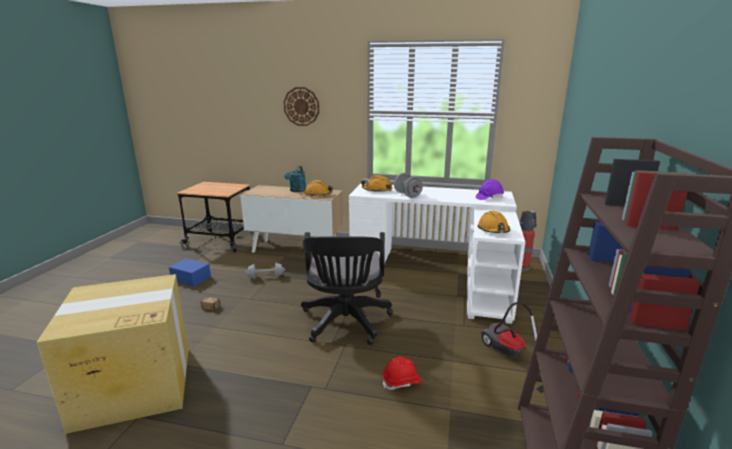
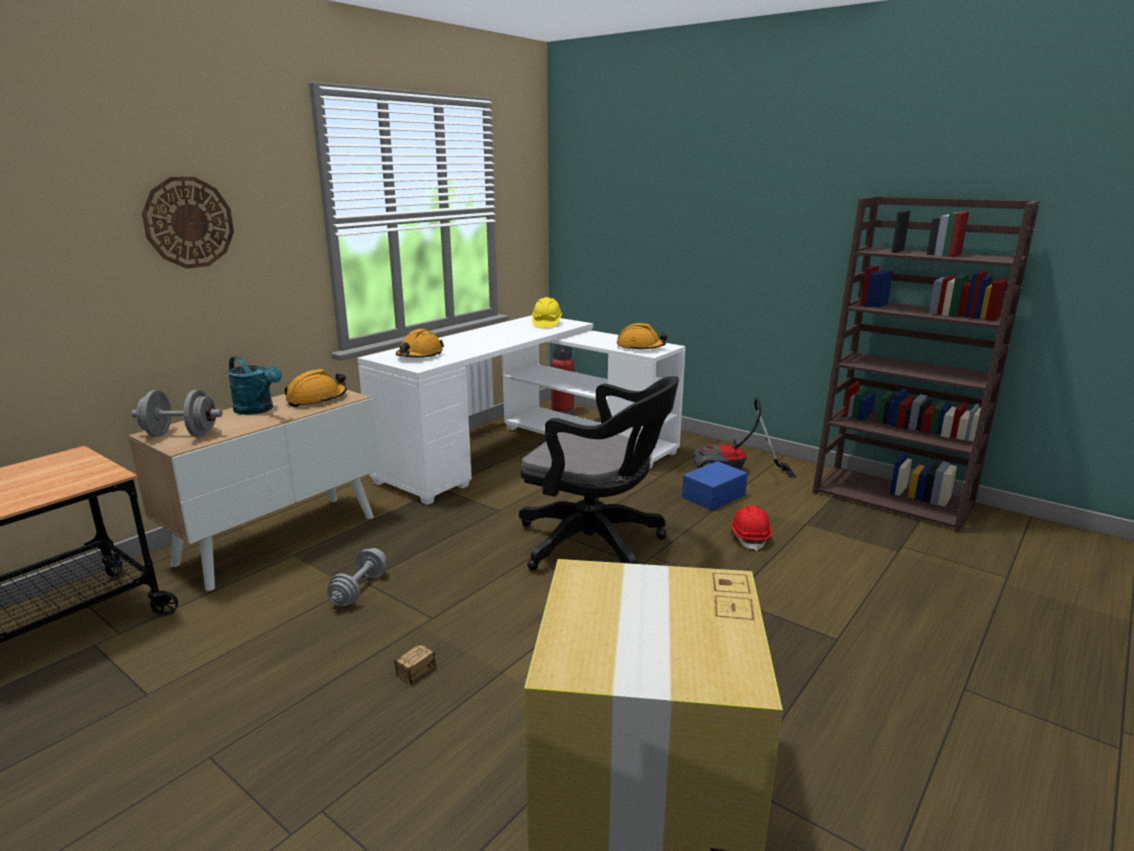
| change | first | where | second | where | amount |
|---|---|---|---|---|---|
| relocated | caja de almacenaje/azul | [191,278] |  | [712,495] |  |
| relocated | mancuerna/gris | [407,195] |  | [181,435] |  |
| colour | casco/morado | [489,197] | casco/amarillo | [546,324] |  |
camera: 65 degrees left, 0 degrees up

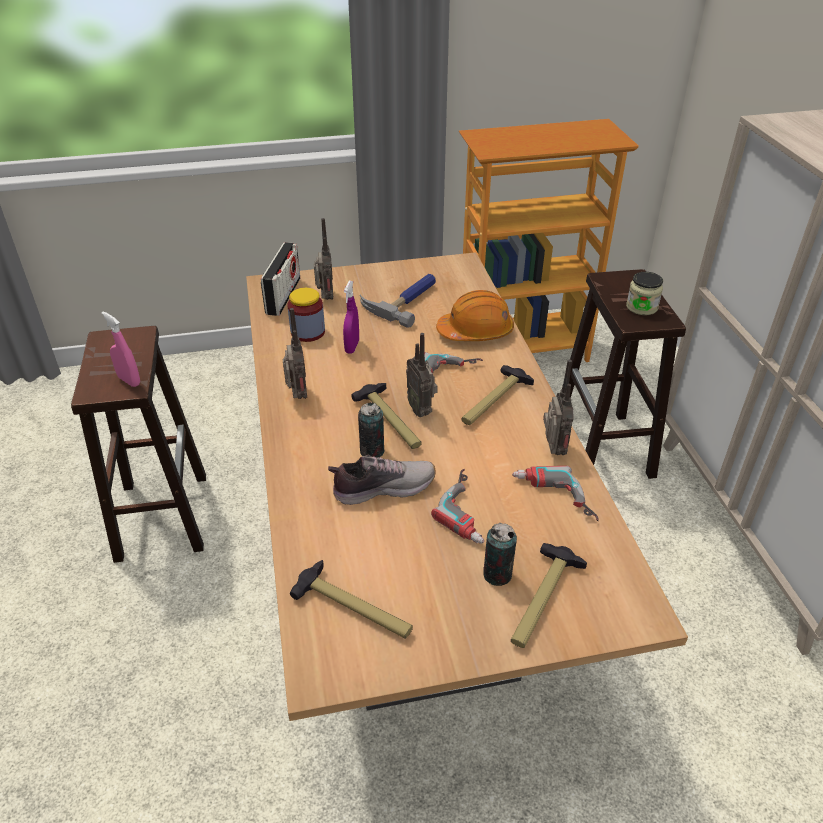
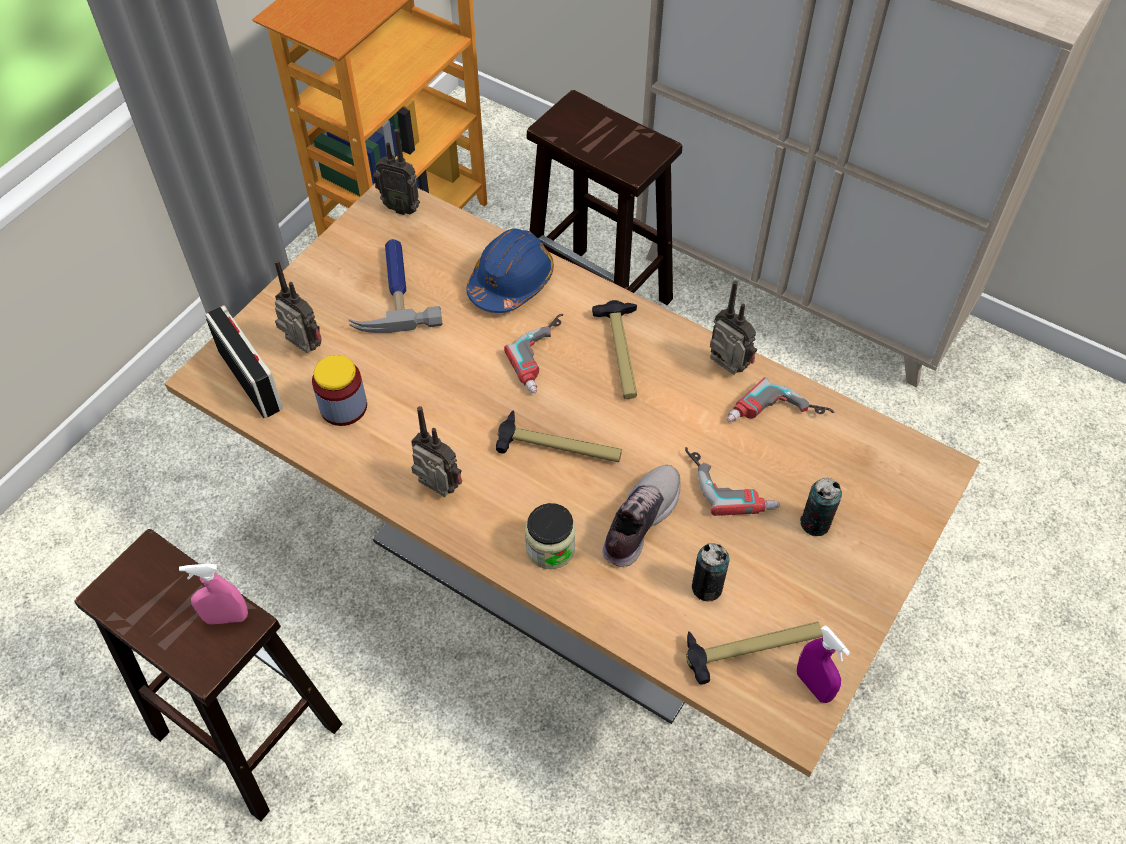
| change | first | where | second | where | amount |
|---|---|---|---|---|---|
| missing | martillo | [542,600] |  |  |  |
| relocated | pulverizador/morado | [352,347] |  | [813,685] |  |
| relocated | lata | [372,451] |  | [707,587] |  |
| relocated | radio | [421,410] |  | [401,207] |  |
| relocated | tarro | [641,307] |  | [550,548] |  |
| colour | casco/naranja | [476,331] | casco/azul | [511,282] |  |
camera: 45 degrees left, 15 degrees up

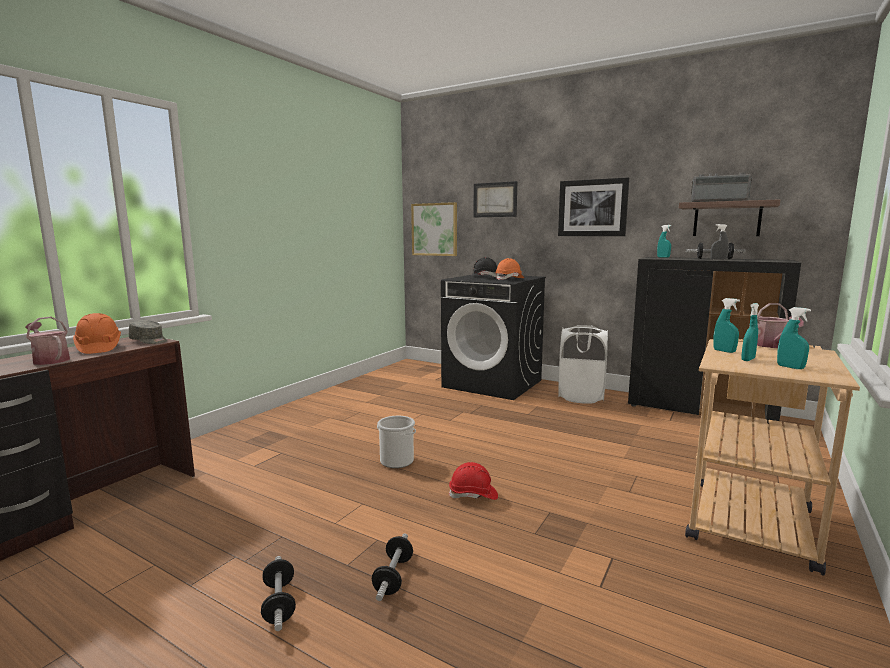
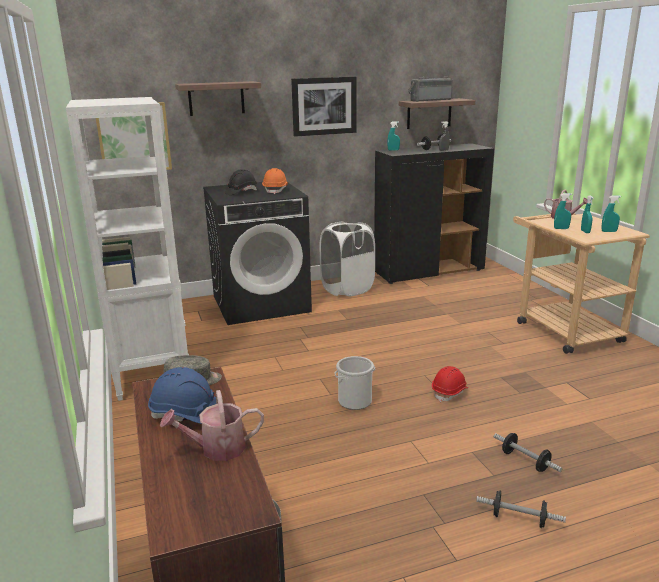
| change | first | where | second | where | amount |
|---|---|---|---|---|---|
| appeared |  |  | estantería/blanco | [151,372] |  |
| exchanged | cuadro | [495,200] | estante | [216,98] |  |
| colour | casco/naranja | [98,348] | casco/azul | [187,415] |  |
camera: 50 degrees left, 10 degrees up

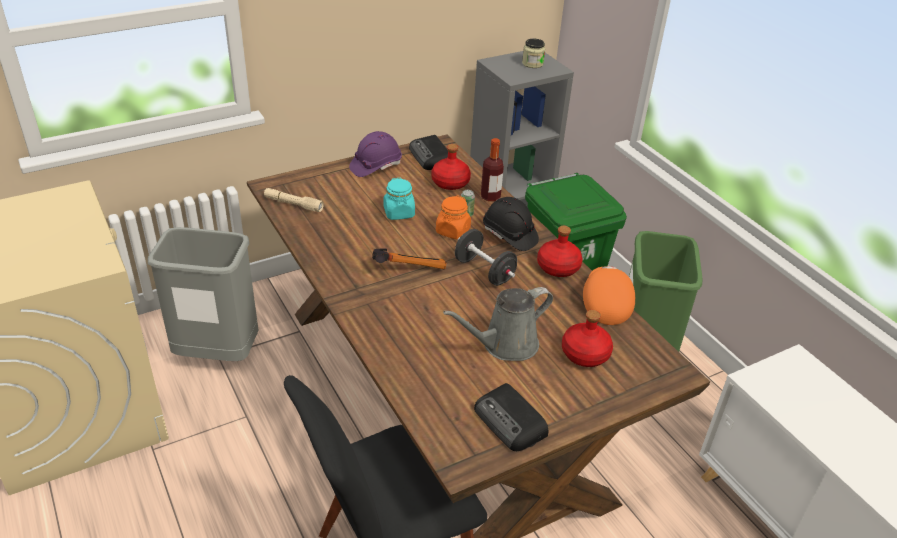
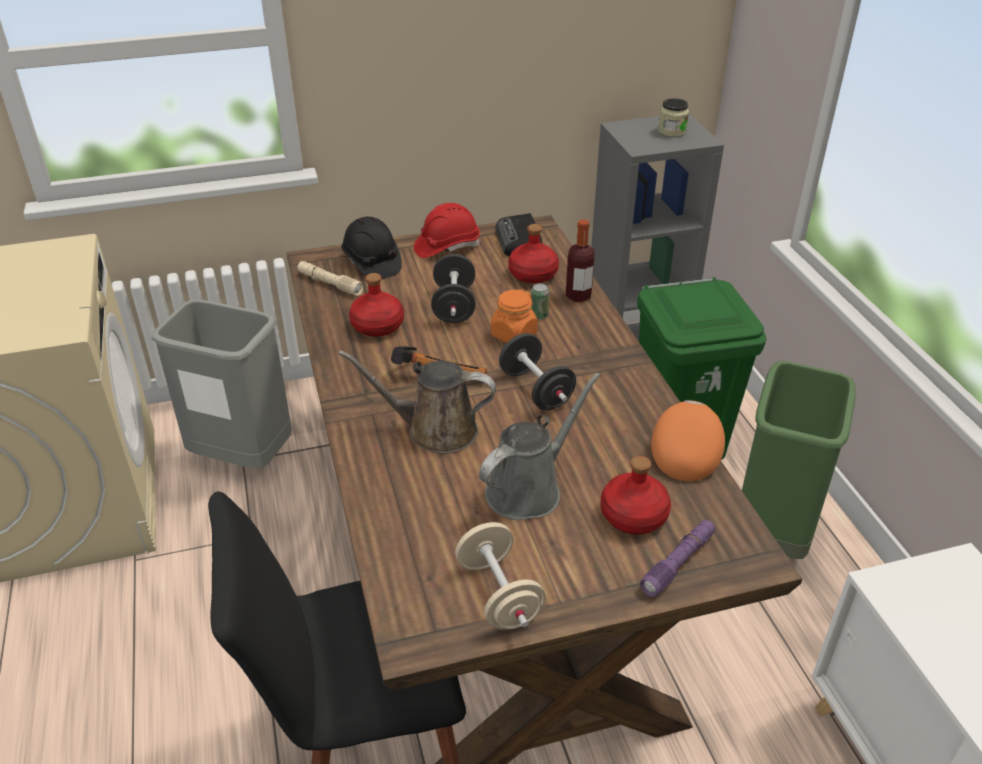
| change | first | where | second | where | amount |
|---|---|---|---|---|---|
| appeared |  |  | regadera/marrón | [435,430] |  |
| appeared |  |  | linterna/morado | [678,563] |  |
| relocated | casco/negro | [509,235] |  | [372,263] |  |
| relocated | botella/rojo | [558,267] |  | [377,325] |  |
| exchanged | tarro/turquesa | [399,213] | mancuerna/negro | [454,306] |  |
| exchanged | radio | [511,422] | mancuerna/beis | [499,594] |  |
| colour | casco/morado | [375,166] | casco/rojo | [446,246] |  |
| spun | regadera/gris | [505,345] |  | [528,489] | 150 degrees clockwise |
camera: 15 degrees right, 0 degrees up

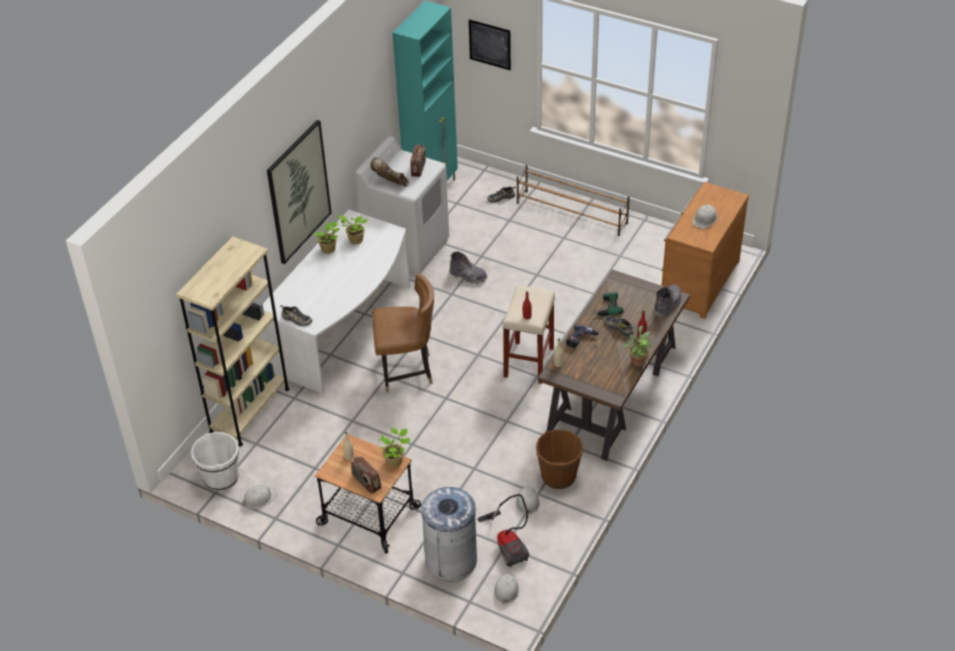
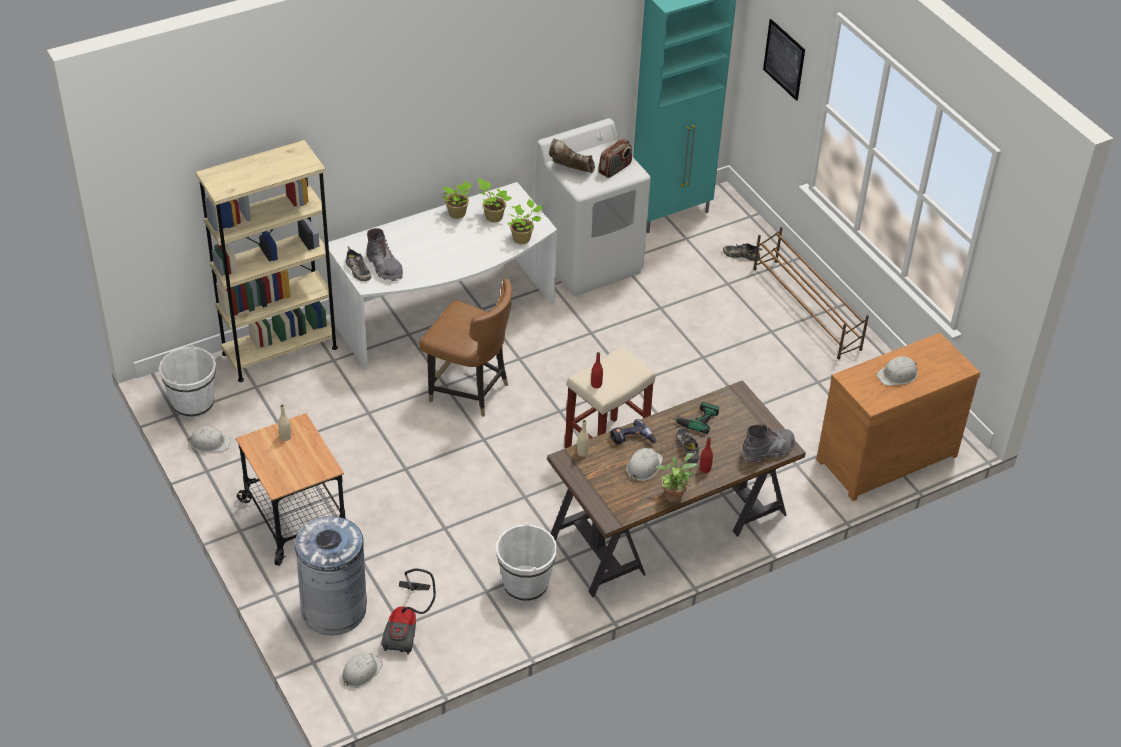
| change | first | where | second | where | amount |
|---|---|---|---|---|---|
| missing | cuadro | [298,192] |  |  |  |
| missing | radio | [366,482] |  |  |  |
| relocated | planta en maceta | [395,461] |  | [523,238] |  |
| relocated | bota/gris | [468,276] |  | [384,267] |  |
| relocated | casco/blanco | [527,501] |  | [644,466] |  |
| colour | cubo/marrón | [558,476] | cubo/blanco | [525,584] |  |
| spun | bota/marrón | [390,183] |  | [570,170] | 45 degrees counterclockwise |
camera: 30 degrees right, 0 degrees up

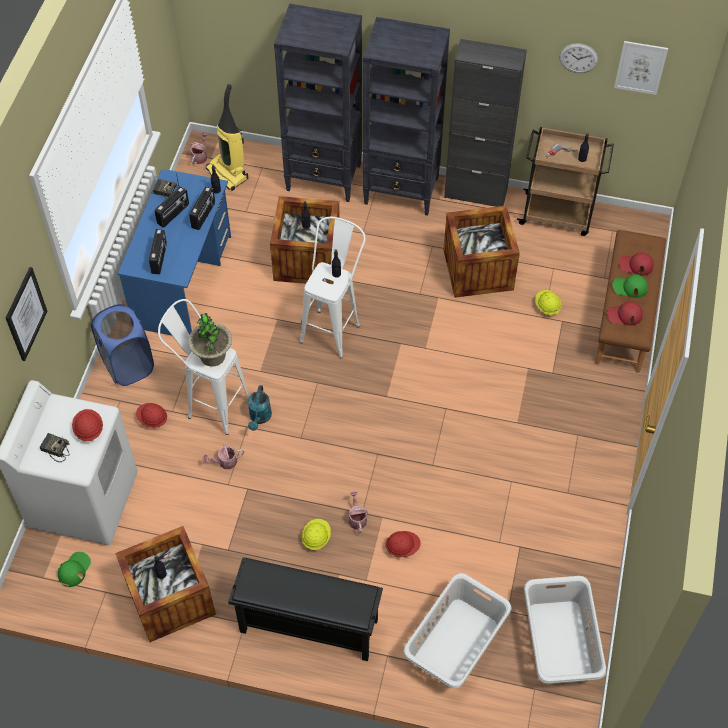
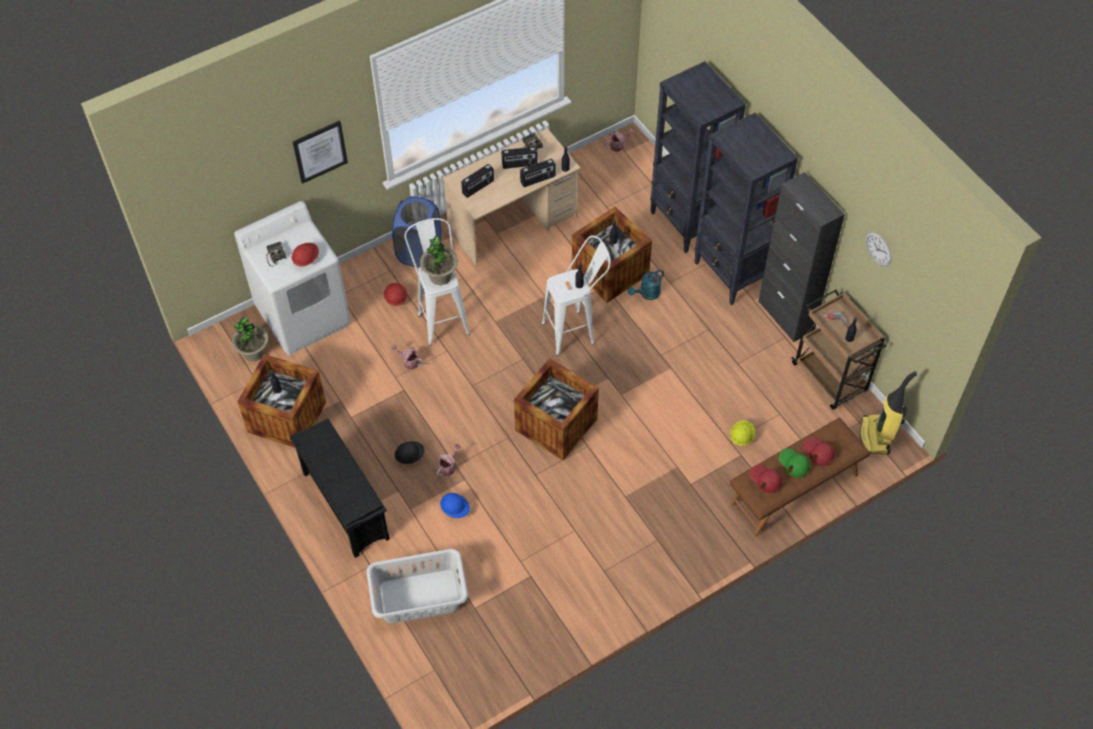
| change | first | where | second | where | amount |
|---|---|---|---|---|---|
| missing | cesto de la ropa/gris | [558,643] |  |  |  |
| missing | cuadro | [640,67] |  |  |  |
| relocated | aspiradora | [228,174] |  | [876,437] |  |
| relocated | regadera/turquesa | [259,418] |  | [647,294] |  |
| relocated | caja de embalaje | [478,270] |  | [556,424] |  |
| exchanged | gorra/verde | [74,569] | planta en maceta | [254,352] |  |
| colour | escritorio/azul | [183,281] | escritorio/beis | [513,223] |  |
| colour | casco/amarillo | [316,538] | casco/negro | [410,456] |  |
| colour | casco/rojo | [402,547] | casco/azul | [455,509] |  |
camera: 45 degrees right, 0 degrees up

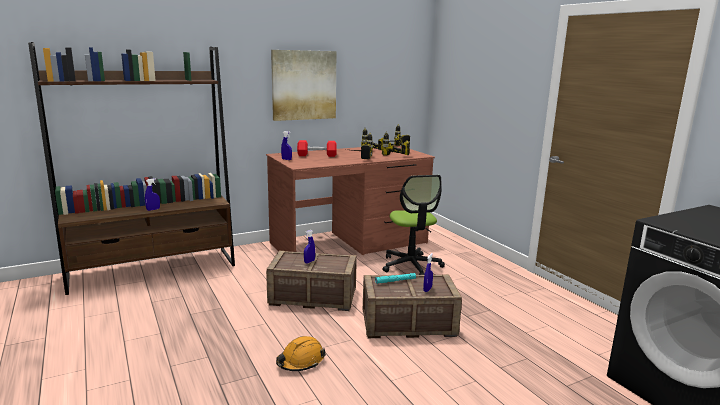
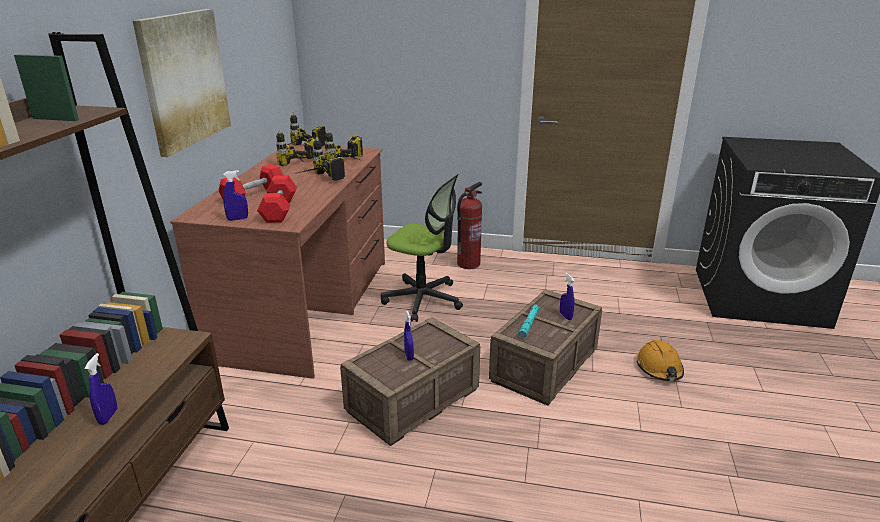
| change | first | where | second | where | amount |
|---|---|---|---|---|---|
| appeared |  |  | mancuerna/rojo | [279,210] |  |
| appeared |  |  | extintor | [468,264] |  |
| relocated | casco/naranja | [300,361] |  | [659,368] |  |
camera: 50 degrees left, 10 degrees up

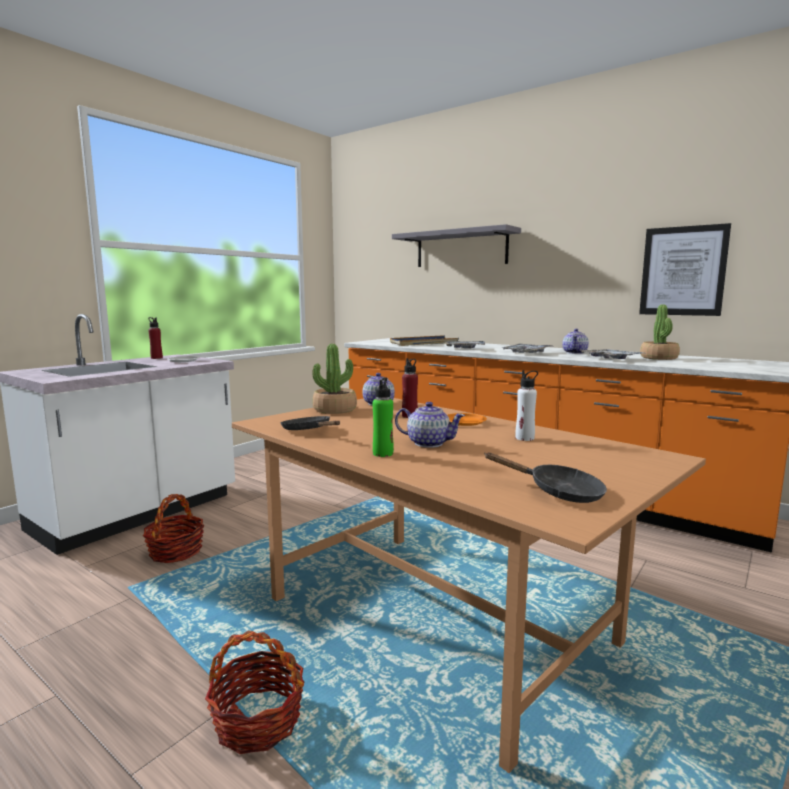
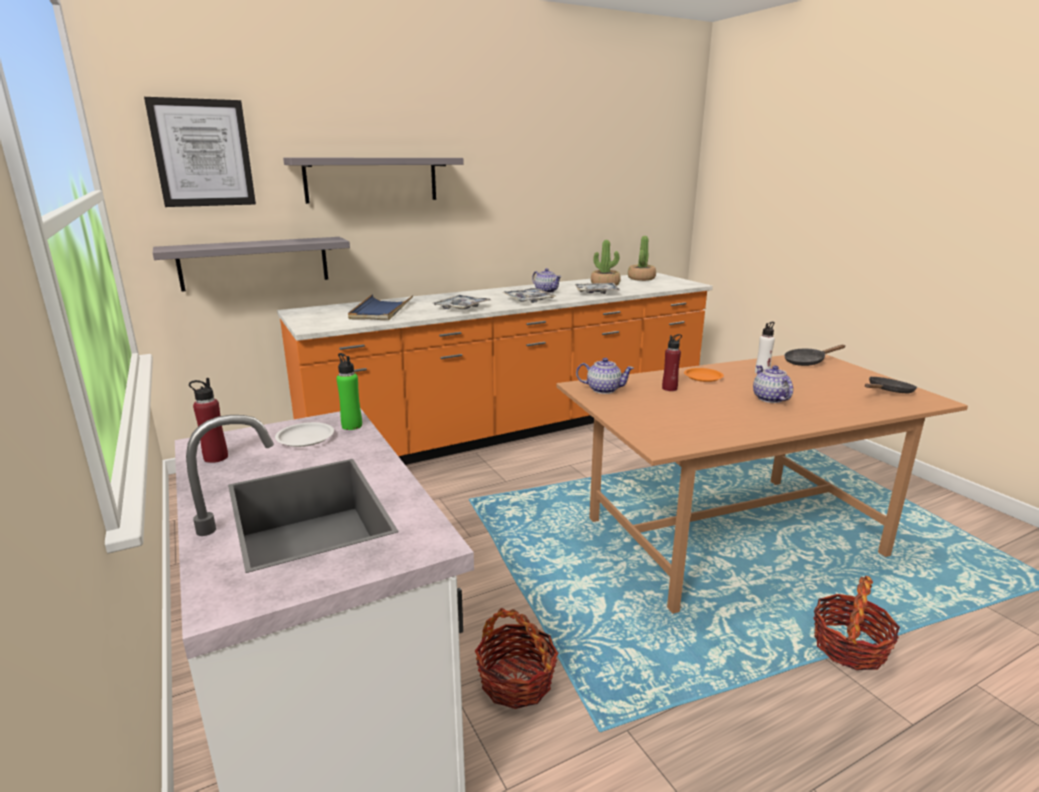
| change | first | where | second | where | amount |
|---|---|---|---|---|---|
| appeared |  |  | estante/gris | [255,263] |  |
| relocated | sartén/negro | [309,431] |  | [807,362] |  |
| relocated | planta en maceta | [335,410] |  | [641,278] |  |
| relocated | botella/verde | [383,453] |  | [352,426] |  |
| relocated | cuadro | [683,271] |  | [202,153] |  |
| spun | tetera | [428,443] |  | [770,399] | 60 degrees counterclockwise |
camera: 65 degrees left, 10 degrees up

